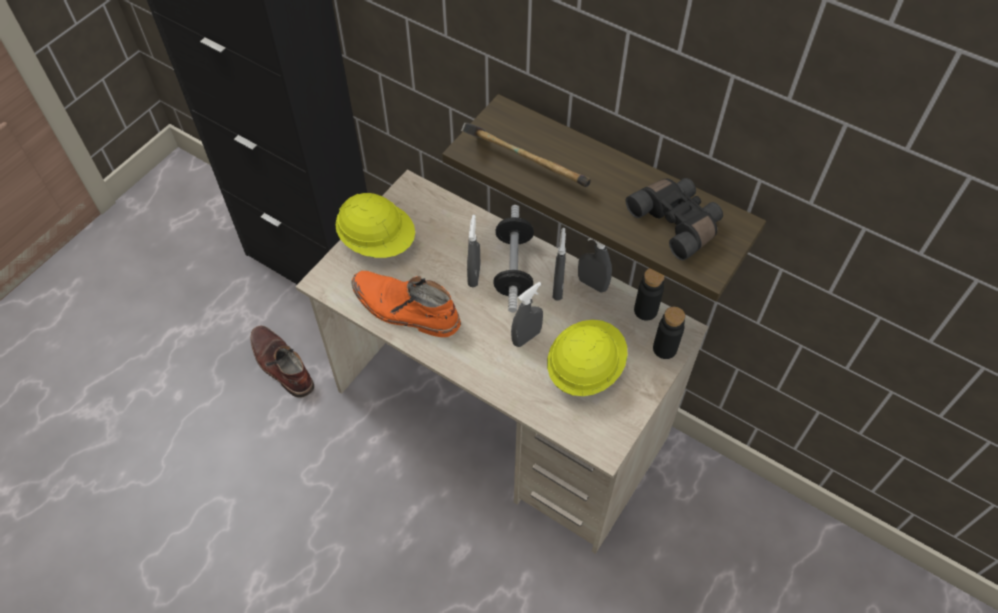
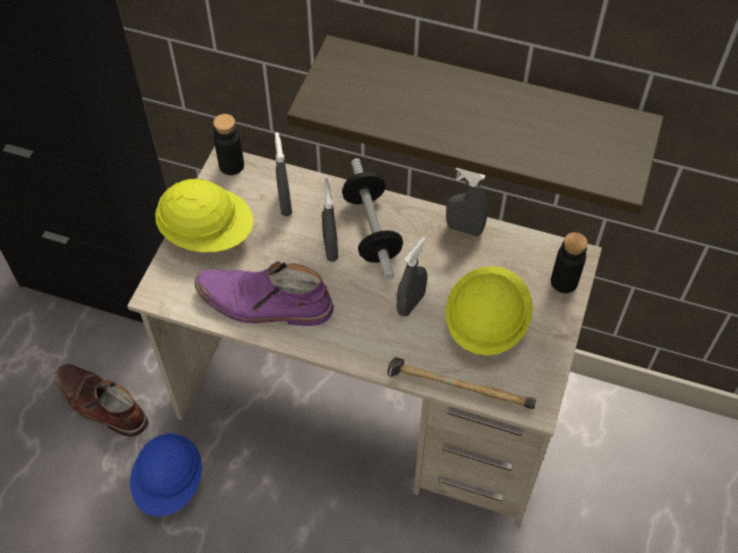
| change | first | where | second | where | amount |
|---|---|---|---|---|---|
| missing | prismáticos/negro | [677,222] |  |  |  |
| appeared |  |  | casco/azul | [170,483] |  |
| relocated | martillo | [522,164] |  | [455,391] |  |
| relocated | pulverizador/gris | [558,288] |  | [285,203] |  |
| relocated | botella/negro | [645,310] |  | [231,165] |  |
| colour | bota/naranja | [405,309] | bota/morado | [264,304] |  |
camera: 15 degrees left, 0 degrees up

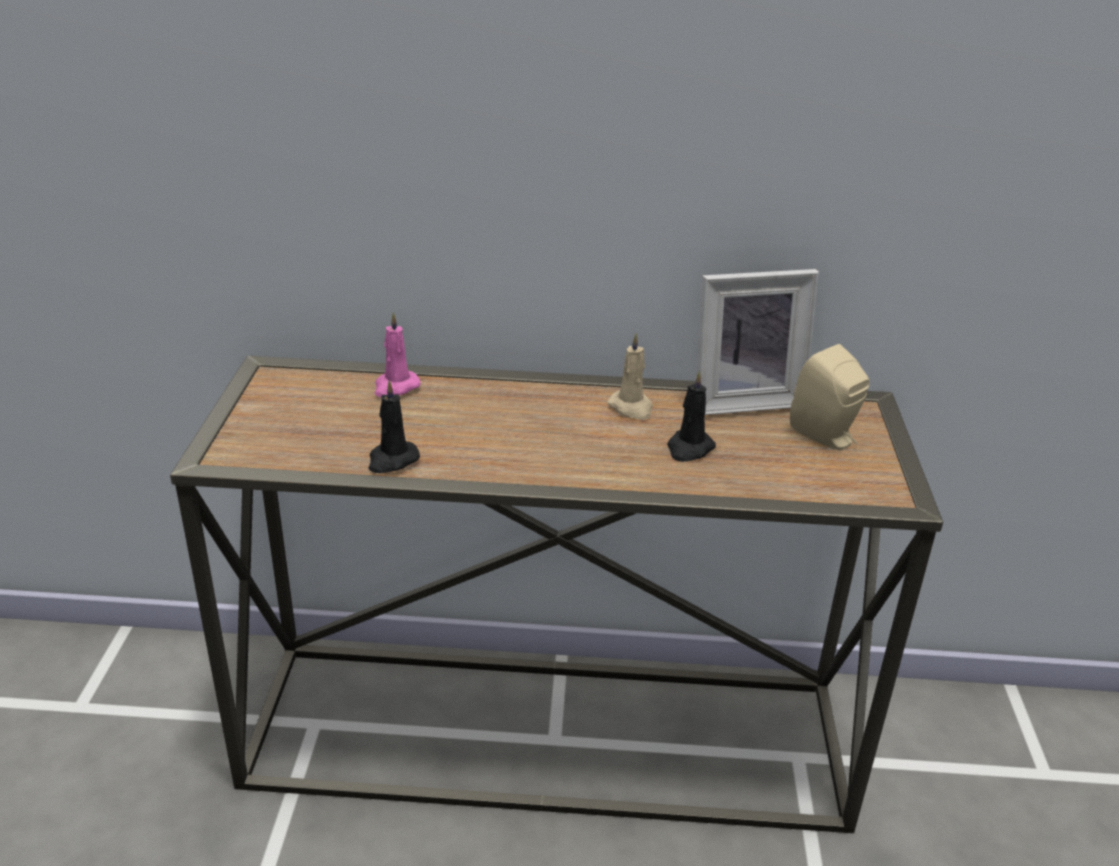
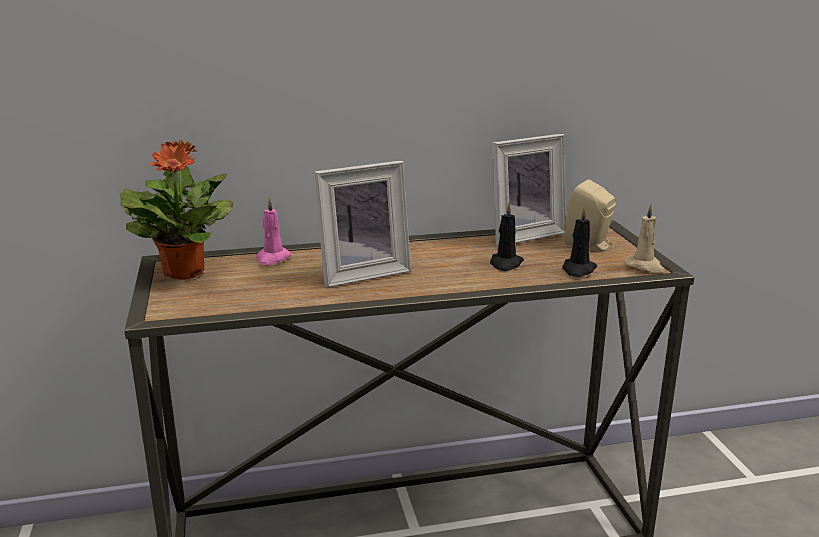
| change | first | where | second | where | amount |
|---|---|---|---|---|---|
| appeared |  |  | planta en maceta | [185,272] |  |
| appeared |  |  | portarretratos | [361,273] |  |
| relocated | vela/negro | [392,460] |  | [578,270] |  |
| relocated | vela/beis | [631,408] |  | [645,266] |  |
camera: 15 degrees left, 10 degrees down

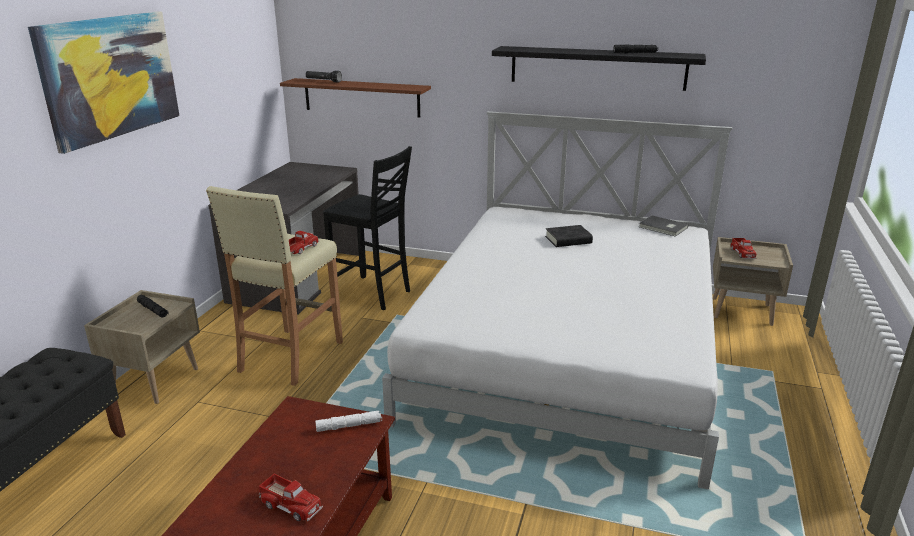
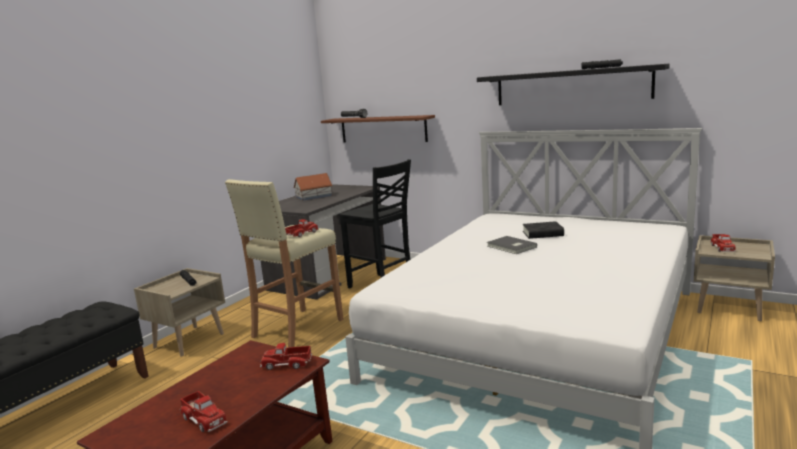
| change | first | where | second | where | amount |
|---|---|---|---|---|---|
| missing | cuadro | [111,77] |  |  |  |
| appeared |  |  | casita | [313,196] |  |
| relocated | libro/gris | [663,228] |  | [511,247] |  |
| exchanged | linterna/blanco | [349,426] | camión de juguete | [286,364] |  |
camera: 15 degrees right, 10 degrees down

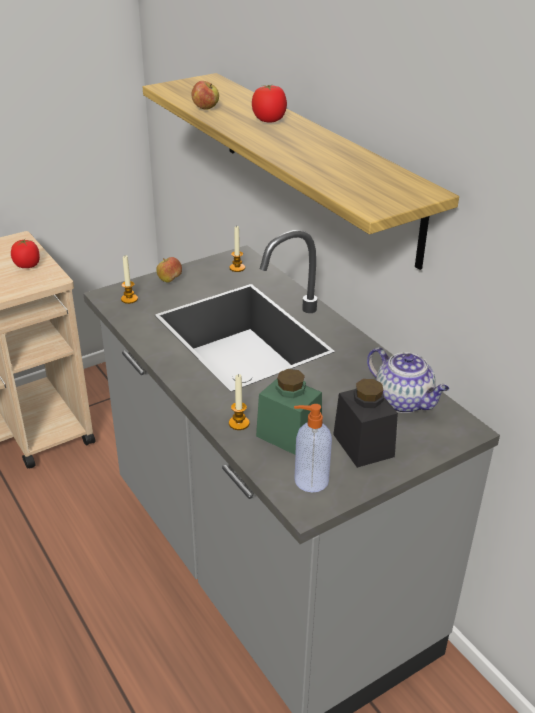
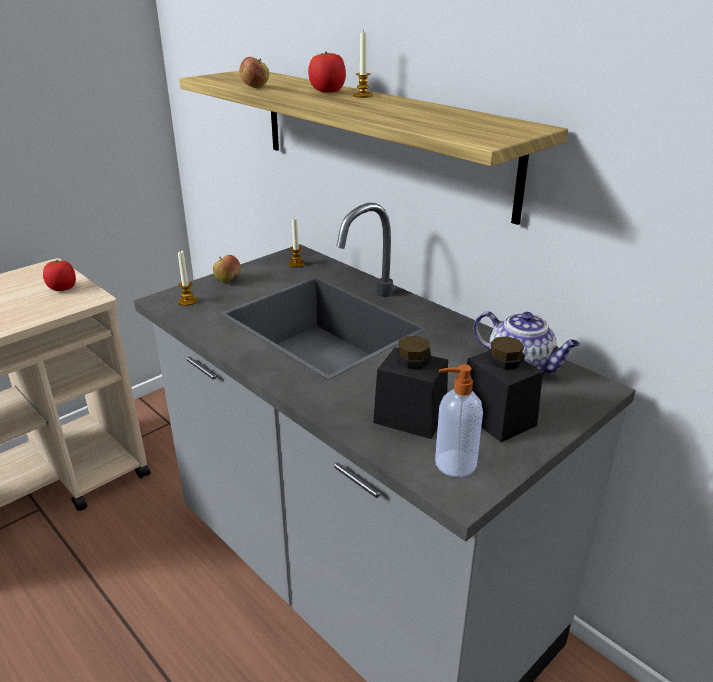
| change | first | where | second | where | amount |
|---|---|---|---|---|---|
| relocated | vela | [239,423] |  | [363,95] |  |
| colour | tarro/verde | [289,435] | tarro/negro | [410,417] |  |
camera: 10 degrees left, 5 degrees down

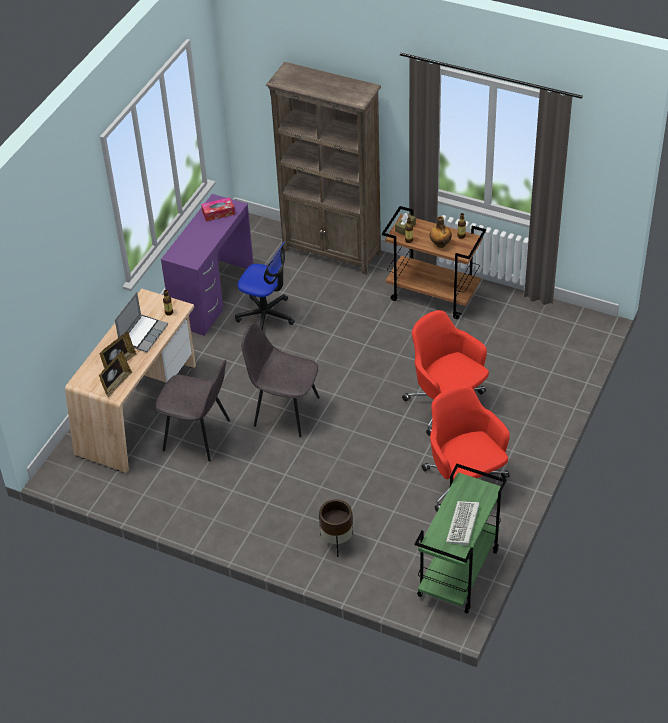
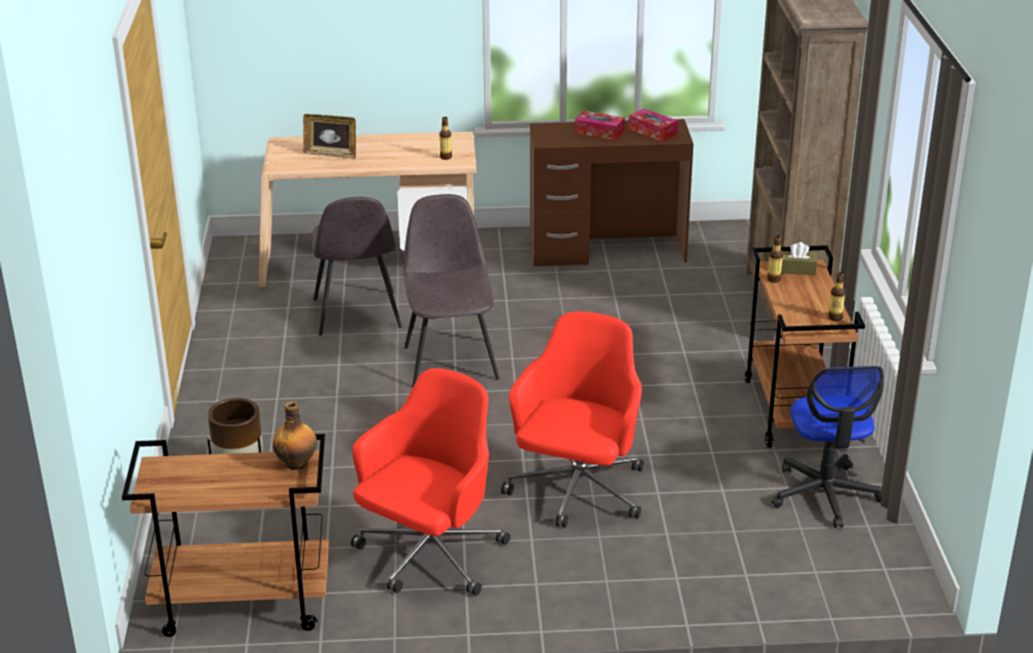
| change | first | where | second | where | amount |
|---|---|---|---|---|---|
| missing | portarretratos | [116,384] |  |  |  |
| missing | portátil | [143,334] |  |  |  |
| missing | teclado | [463,525] |  |  |  |
| appeared |  |  | caja de pañuelos | [599,132] |  |
| relocated | silla de oficina | [266,316] |  | [825,494] |  |
| relocated | botella | [440,244] |  | [297,463] |  |
| colour | escritorio/morado | [212,296] | escritorio/marrón | [607,251] |  |
| colour | carrito/verde | [459,574] | carrito/marrón | [241,604] |  |
camera: 60 degrees right, 15 degrees down

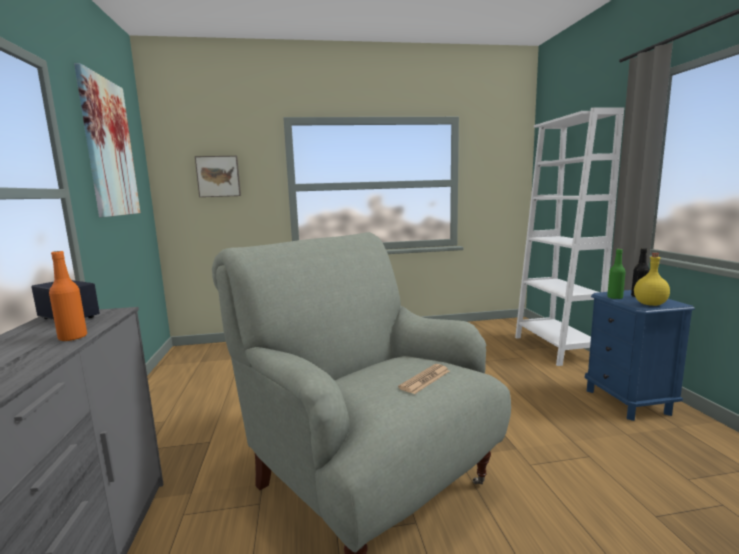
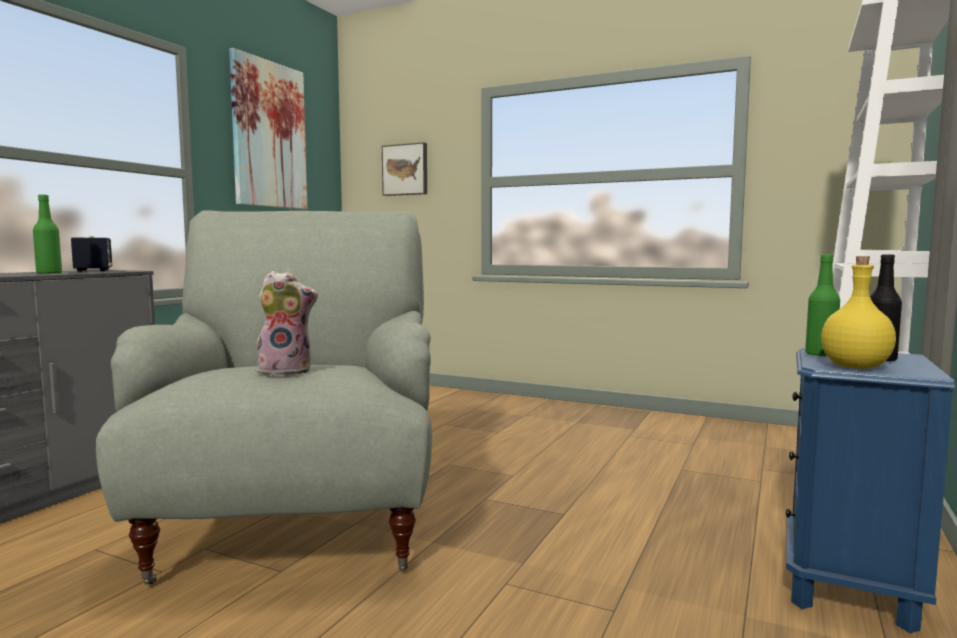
| change | first | where | second | where | amount |
|---|---|---|---|---|---|
| exchanged | periódico | [425,379] | peluche | [287,371] |  |
| colour | botella/naranja | [73,338] | botella/verde | [49,273] |  |
camera: 35 degrees right, 5 degrees down

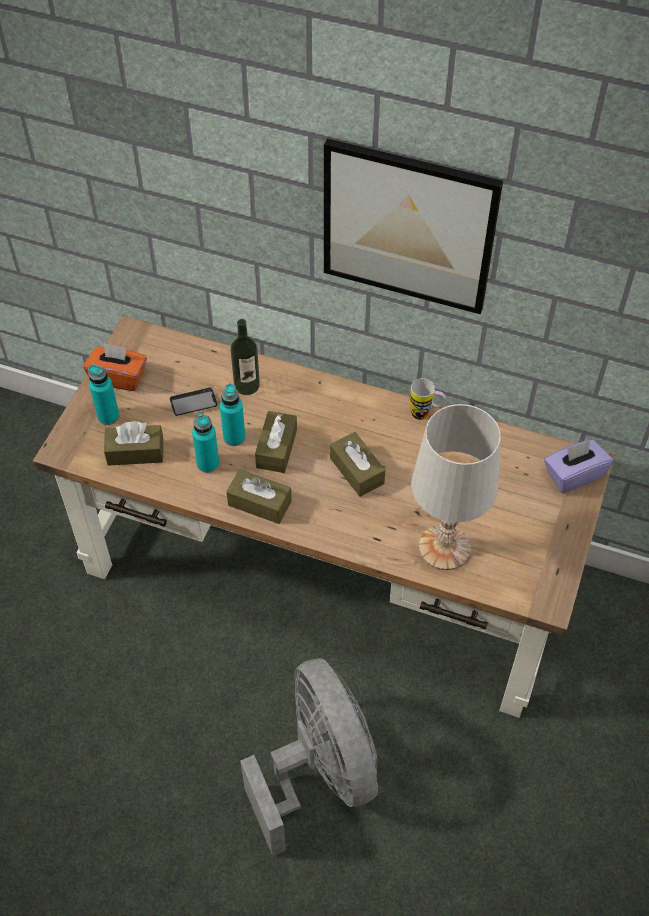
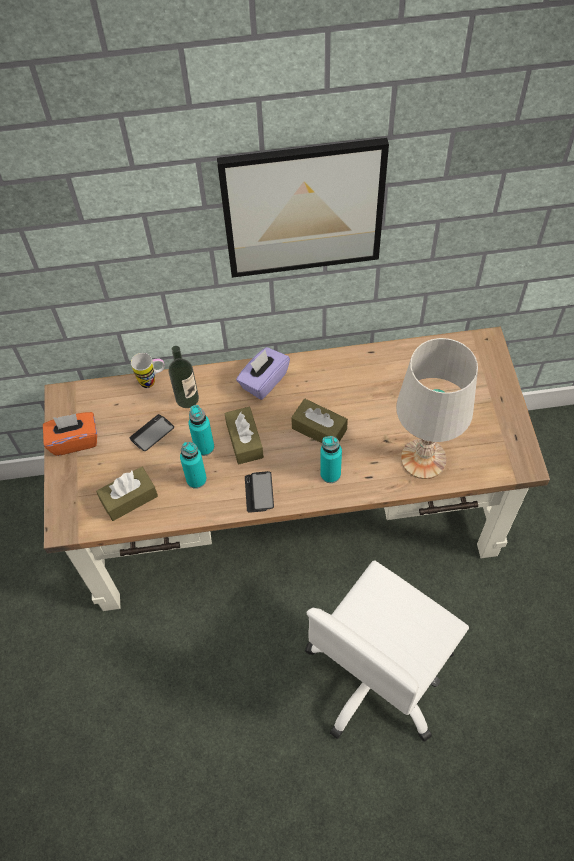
| change | first | where | second | where | amount |
|---|---|---|---|---|---|
| relocated | botella/turquesa | [108,416] |  | [330,474] |  |
| relocated | taza grande | [425,414] |  | [152,381] |  |
| relocated | caja de pañuelos/morado | [573,475] |  | [263,381] |  |
| exchanged | caja de pañuelos/marrón | [259,503] | móvil | [259,492] |  |
| exchanged | ventilador/gris | [319,772] | silla de oficina/blanco | [379,674] |  |
camera: 25 degrees left, 5 degrees up

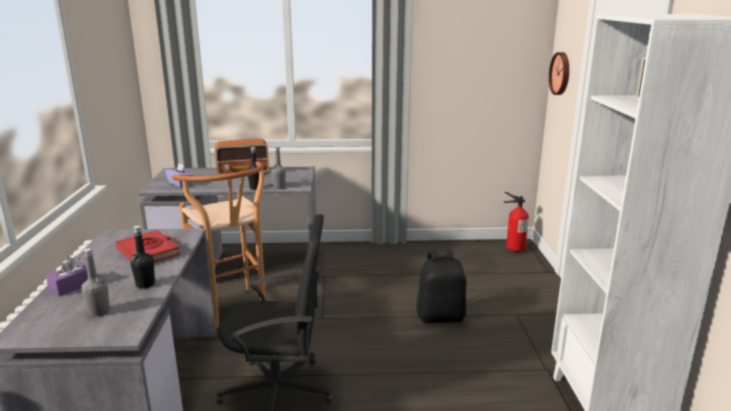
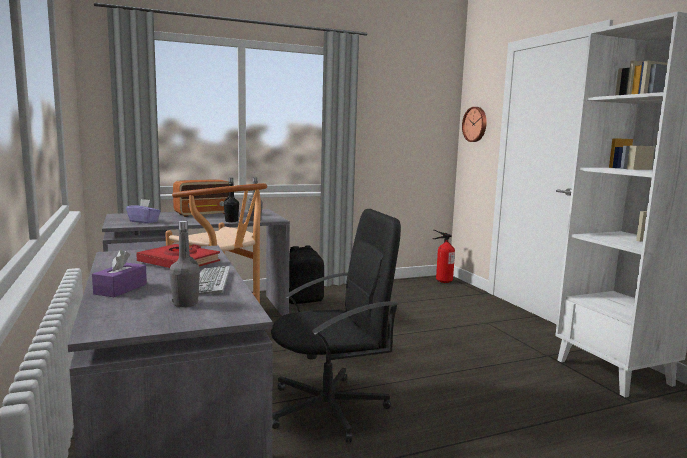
| change | first | where | second | where | amount |
|---|---|---|---|---|---|
| relocated | mochila/negro | [441,317] |  | [304,300] |  |
| exchanged | botella/negro | [145,284] | teclado | [211,282] |  |
camera: 20 degrees left, 10 degrees down

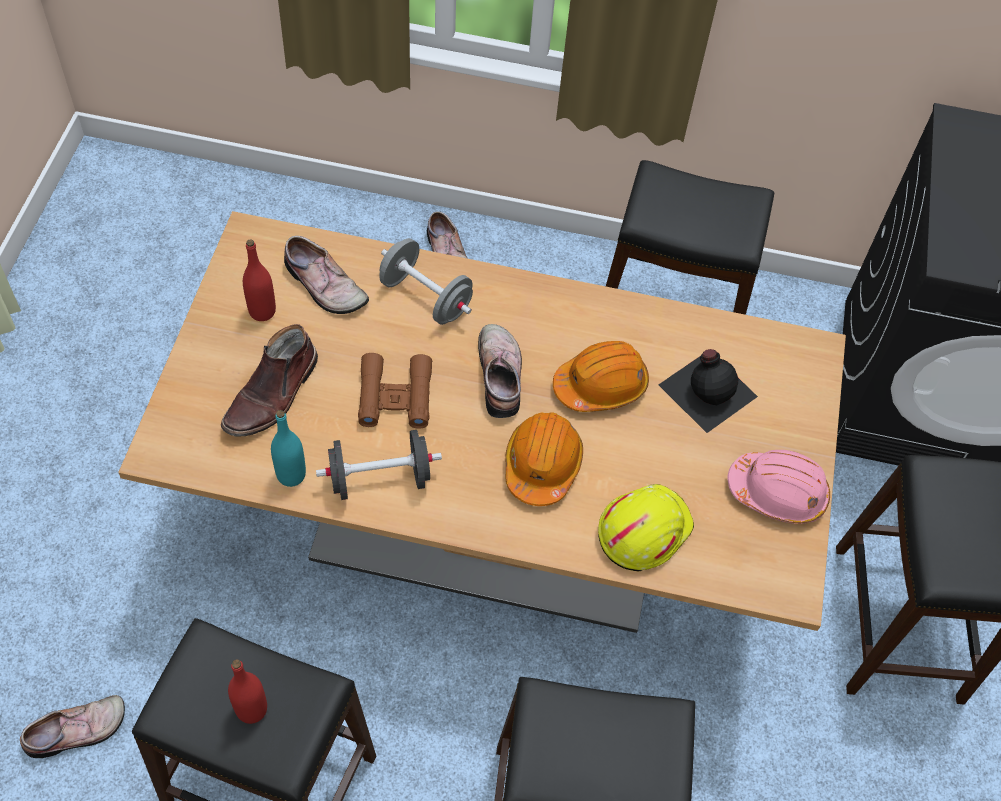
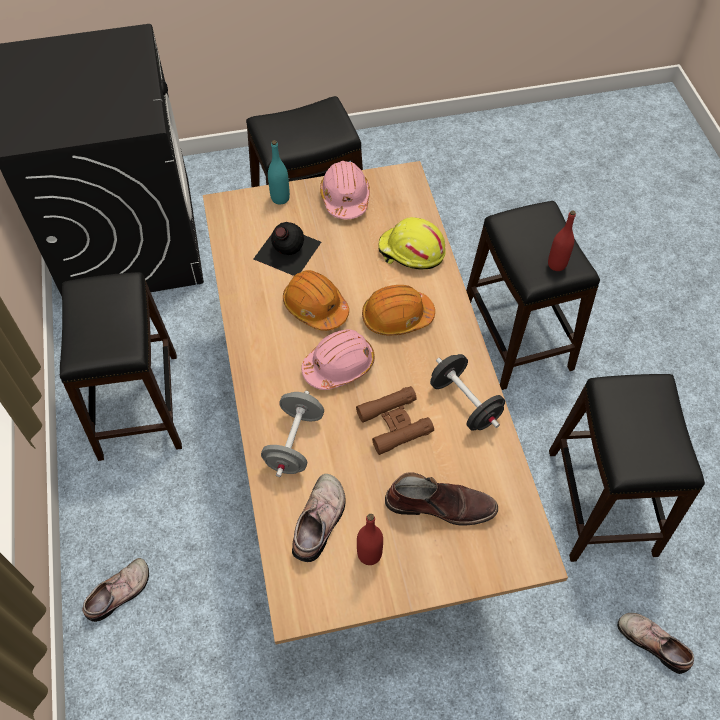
| change | first | where | second | where | amount |
|---|---|---|---|---|---|
| relocated | botella/rojo | [251,709] |  | [556,264] |  |
| relocated | botella/turquesa | [291,475] |  | [280,198] |  |
| exchanged | zapato | [502,375] | casco/rosa | [339,365] |  |
camera: 110 degrees left, 0 degrees up

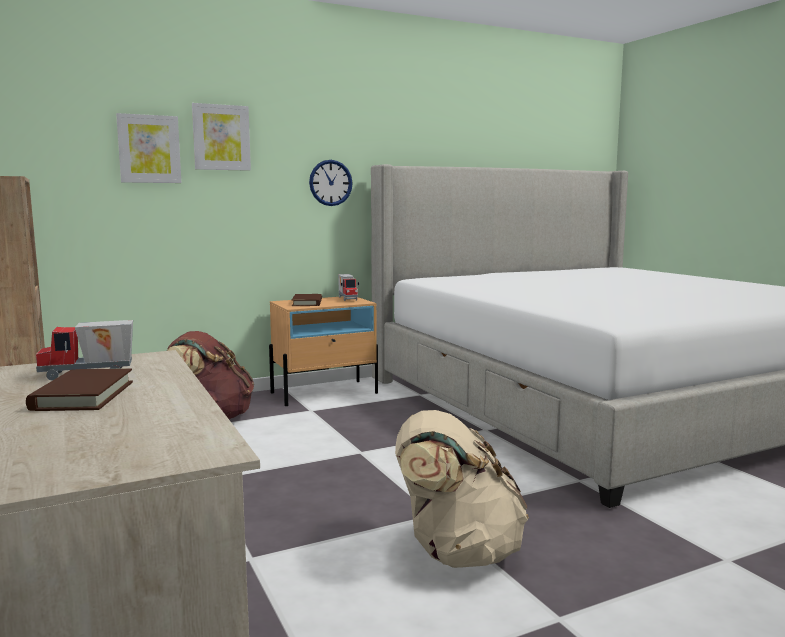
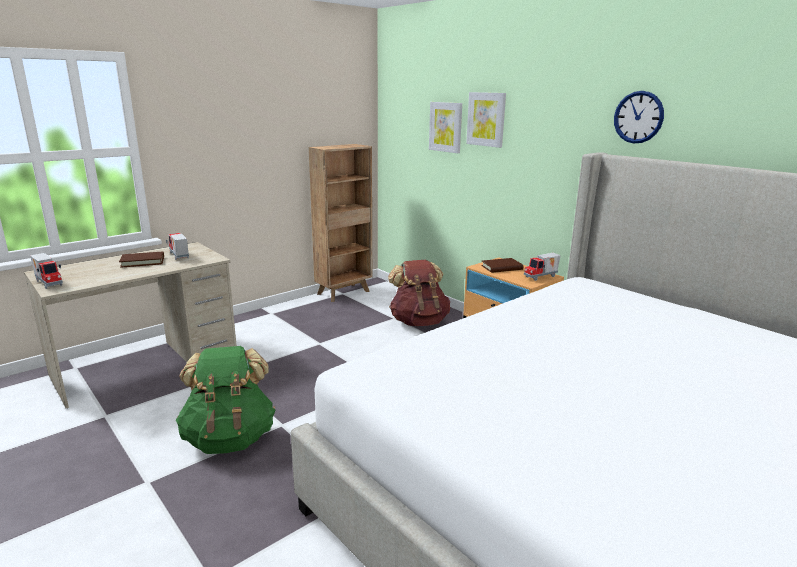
| change | first | where | second | where | amount |
|---|---|---|---|---|---|
| appeared |  |  | camión de juguete | [50,283] |  |
| relocated | reloj de pared | [330,183] |  | [638,117] |  |
| colour | mochila/beis | [456,552] | mochila/verde | [230,438] |  |
camera: 75 degrees right, 10 degrees up

